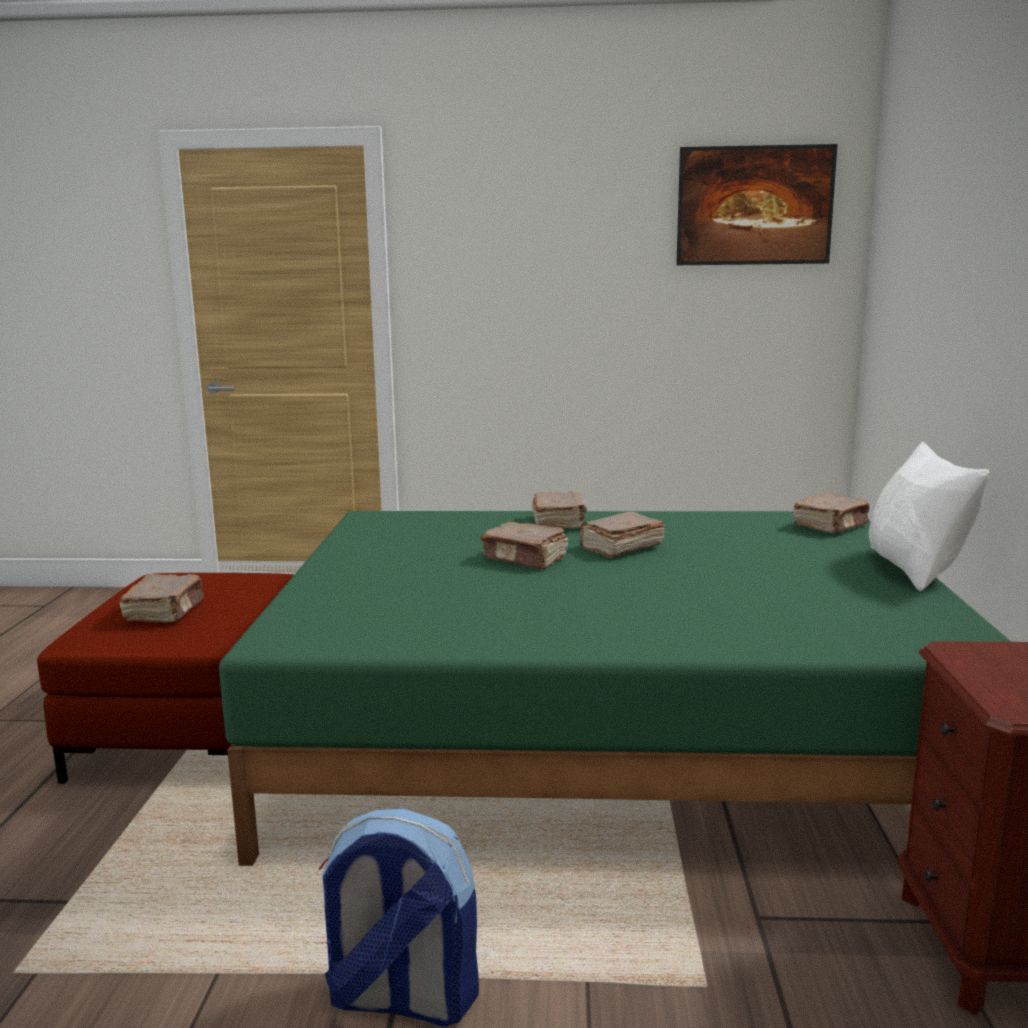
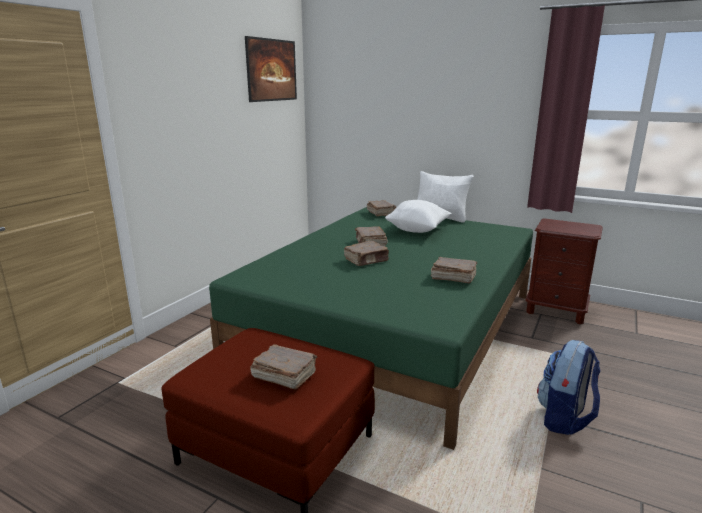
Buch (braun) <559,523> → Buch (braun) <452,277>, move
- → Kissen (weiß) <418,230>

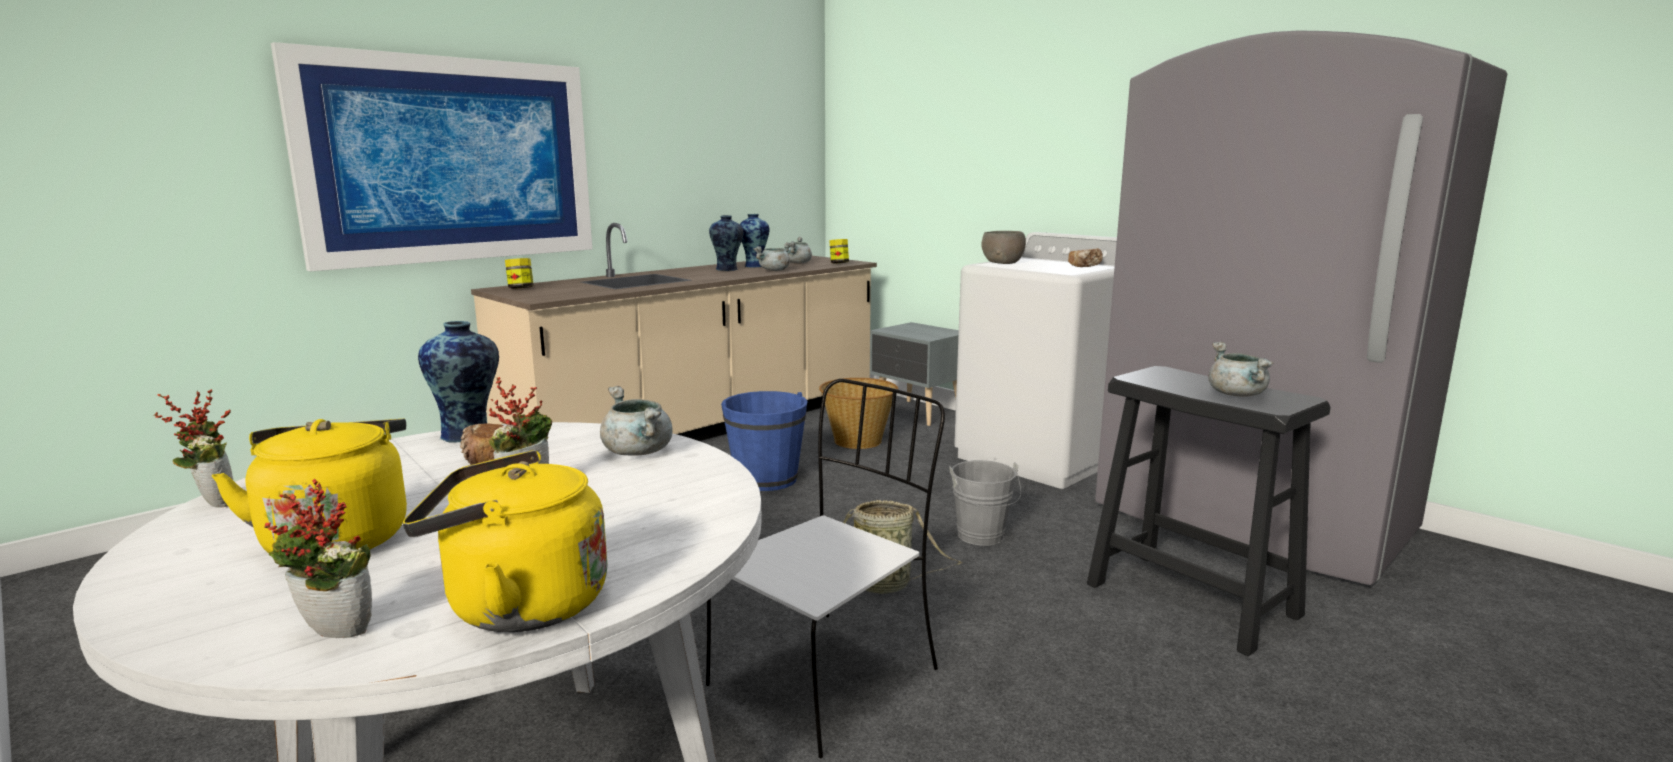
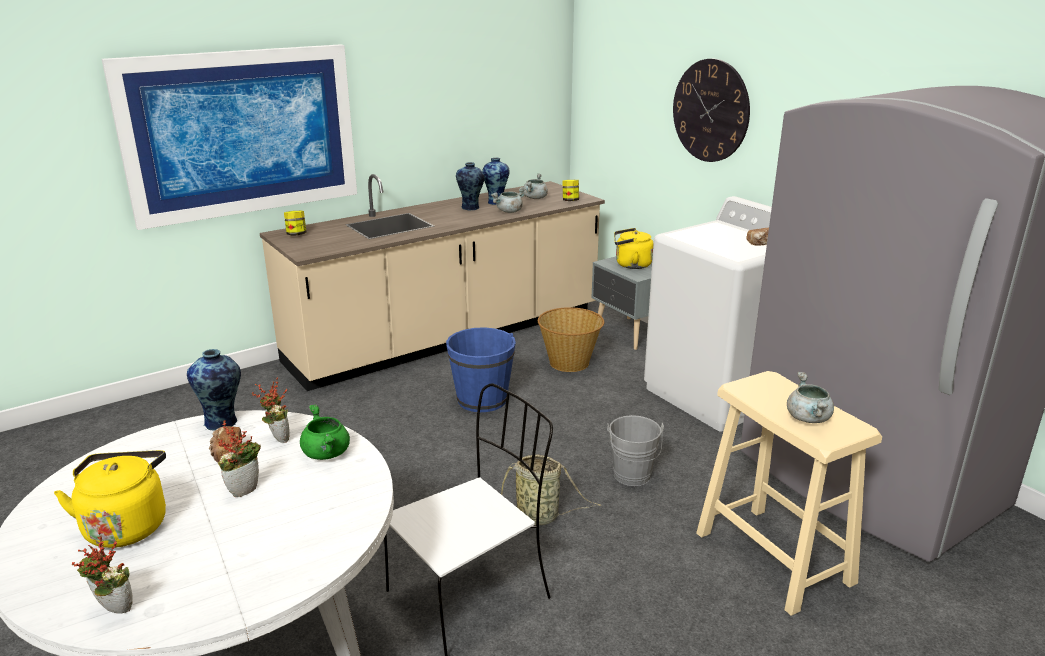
Topfpflanze <212,503> → Topfpflanze <277,438>, move
Wasserkessel (gelb) <518,606> → Wasserkessel (gelb) <631,265>, move
Kochtopf (grau) <639,452> → Kochtopf (grün) <327,454>
Schüssel (grau) <1002,262> → -
Hocker (schwarz) <1192,600> → Hocker (beige) <774,558>
- → Wanduhr <710,111>

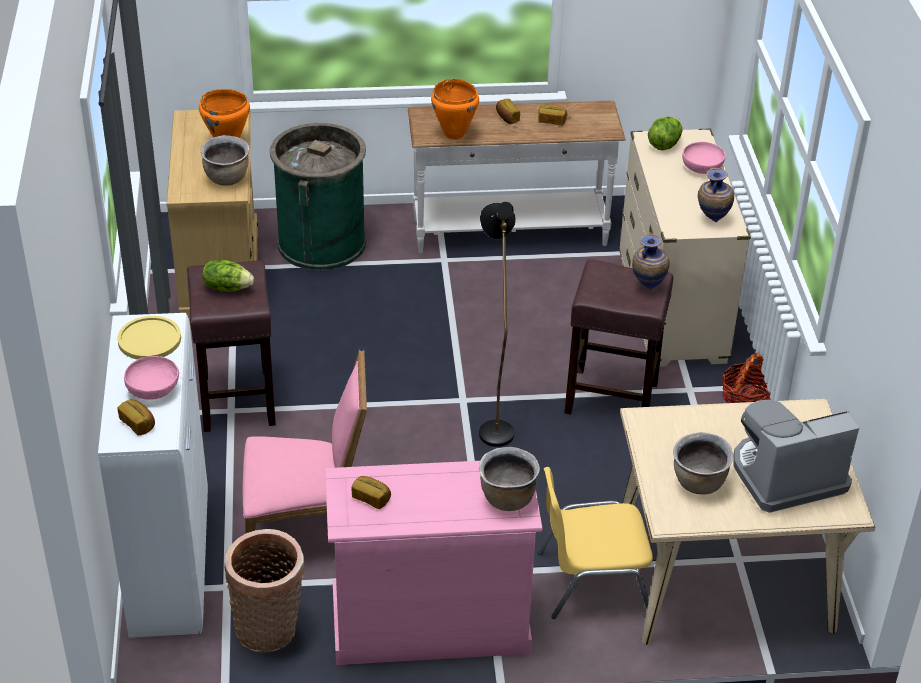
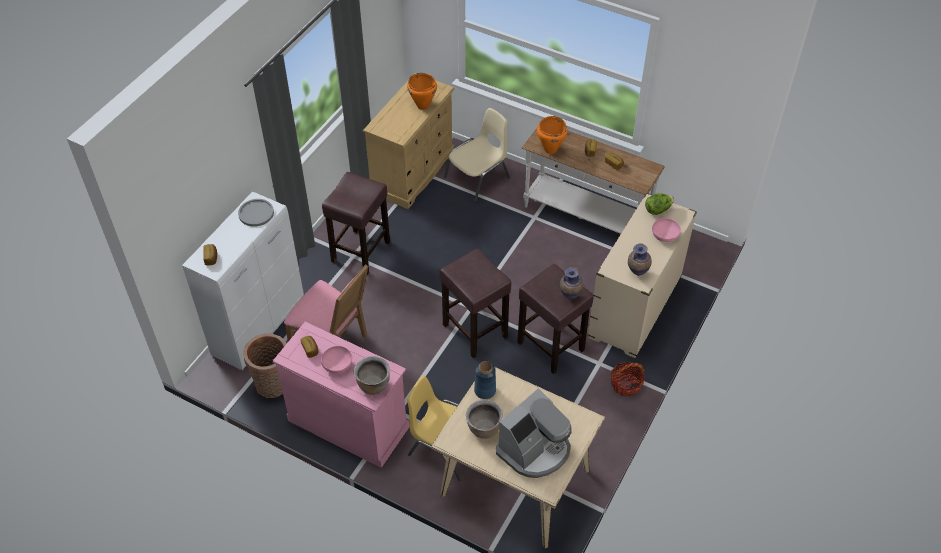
Teller (gelb) <149,339> → Teller (grau) <256,213>
Schüssel (rosa) <153,389> → Schüssel (rosa) <338,365>, move
Kochtopf (braun) <227,179> → -
Salatkopf <227,287> → -
Mülleimer (grün) <322,243> → Stuhl (beige) <478,177>
Stehlampe (schwarz) <493,425> → Hocker (braun) <474,330>
Kaffeemaschine <786,475> → Kaffeemaschine <535,450>, 120 degrees clockwise
- → Vase (blau) <484,390>

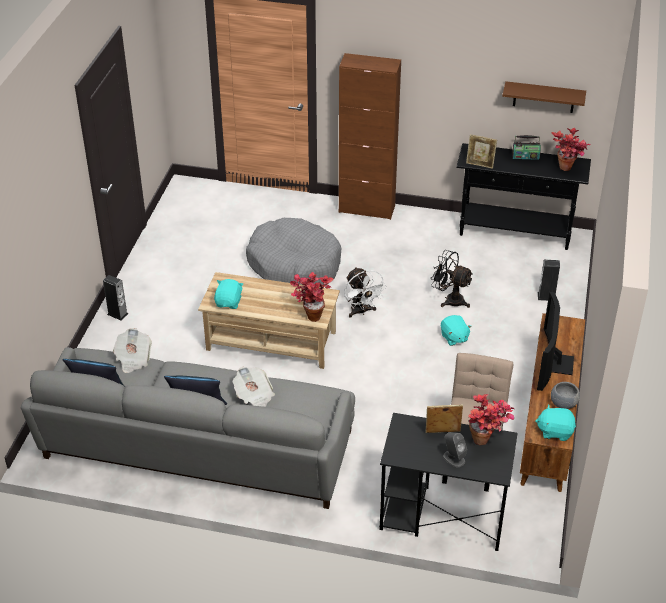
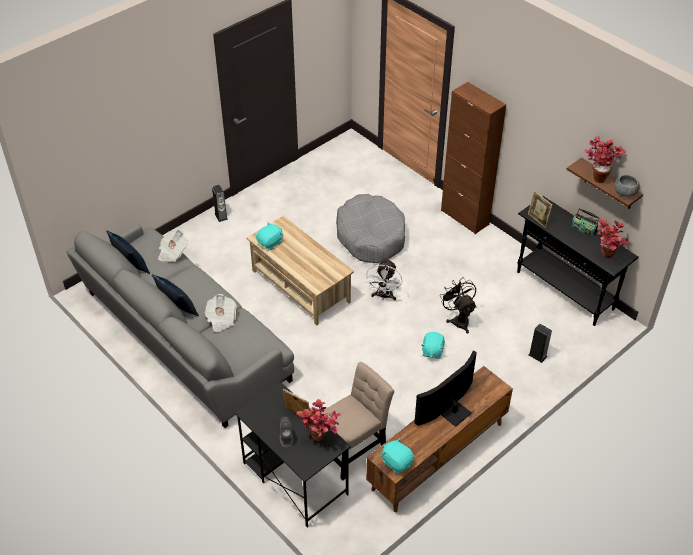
Topfpflanze <310,315> → Topfpflanze <597,176>, move
Schüssel (grau) <563,403> → Schüssel (grau) <624,193>, move

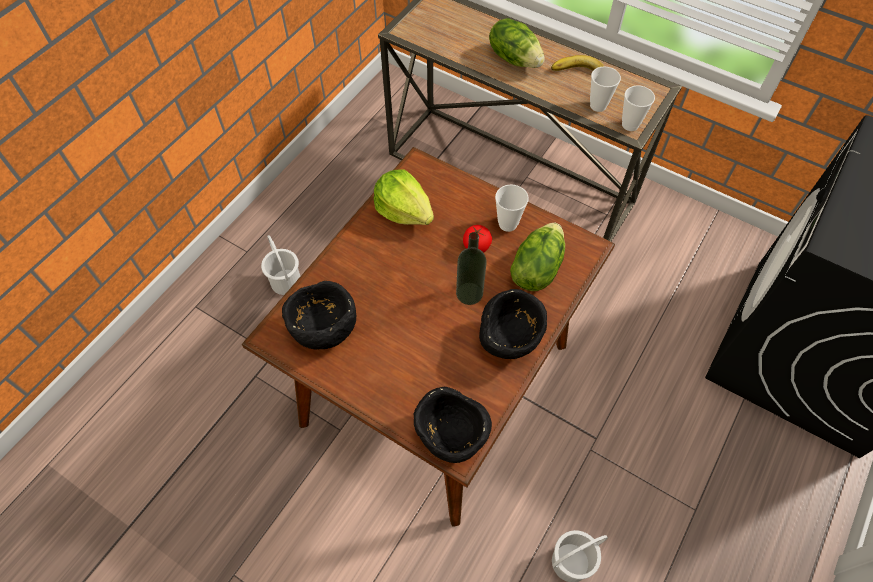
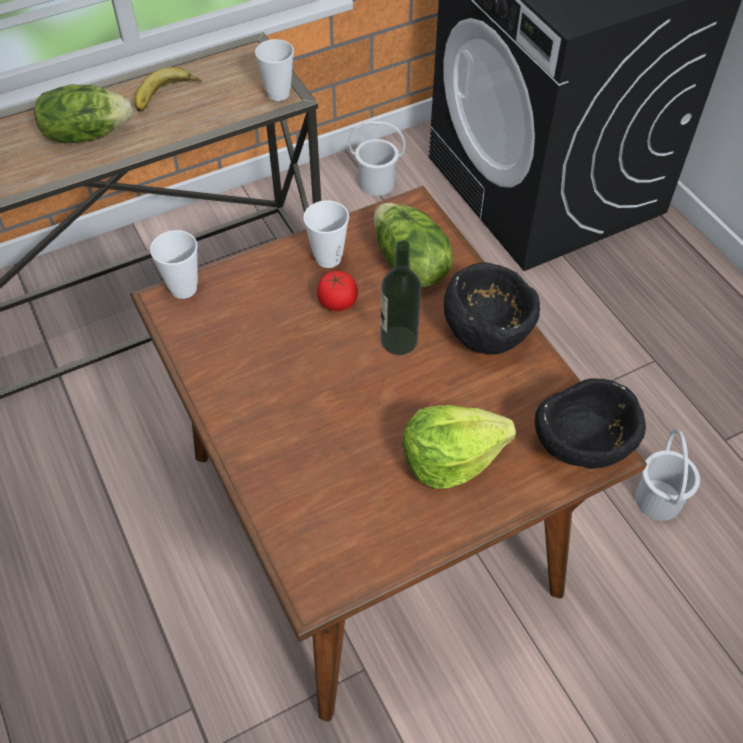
Eimer (weiß) <286,281> → Eimer (weiß) <376,182>, move
Schüssel (schwarz) <324,329> → -
Salatkopf <404,210> → Salatkopf <450,458>, move
Tasse <598,105> → Tasse <183,288>, move

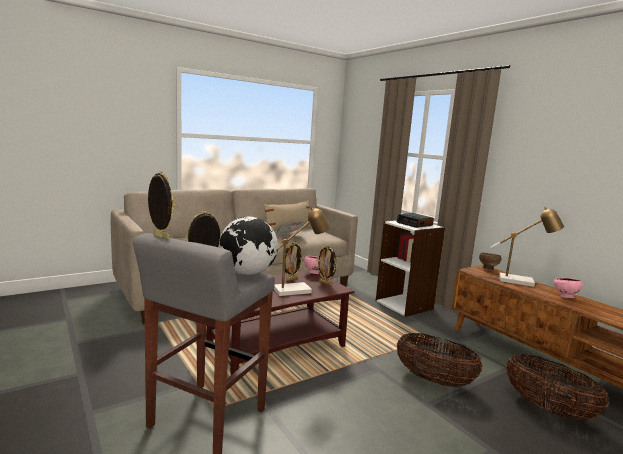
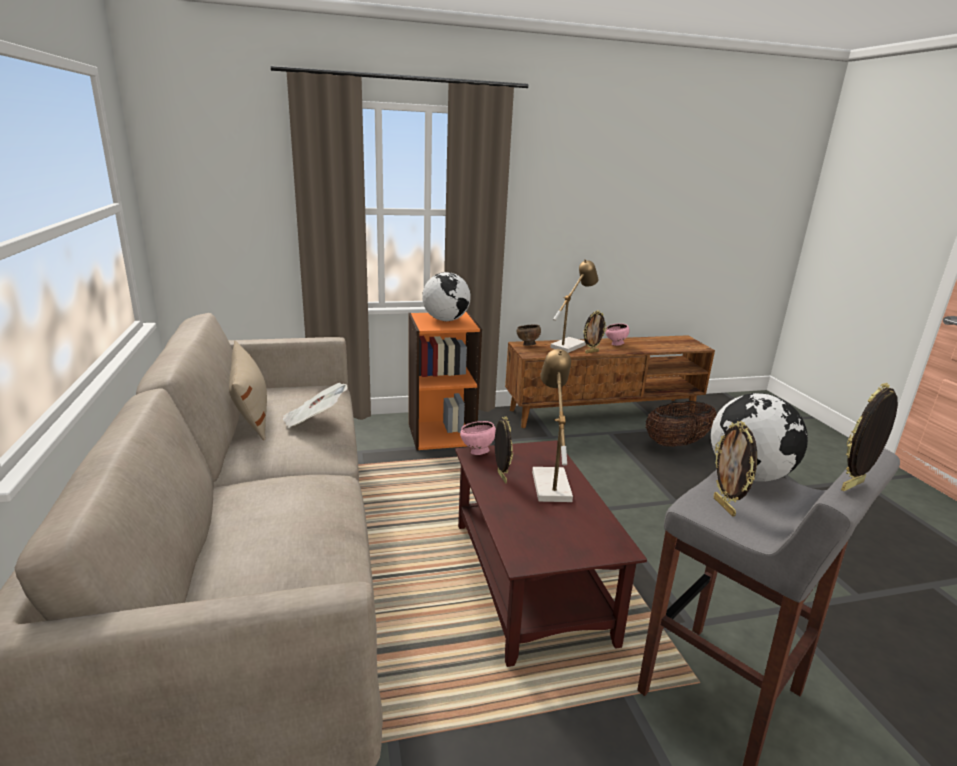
Bilderrahmen <325,283> → Bilderrahmen <591,352>, move
Bücherregal (weiß) <404,305> → Bücherregal (orange) <441,434>
Wecker <415,224> → Globus <445,320>
Korb <434,380> → -

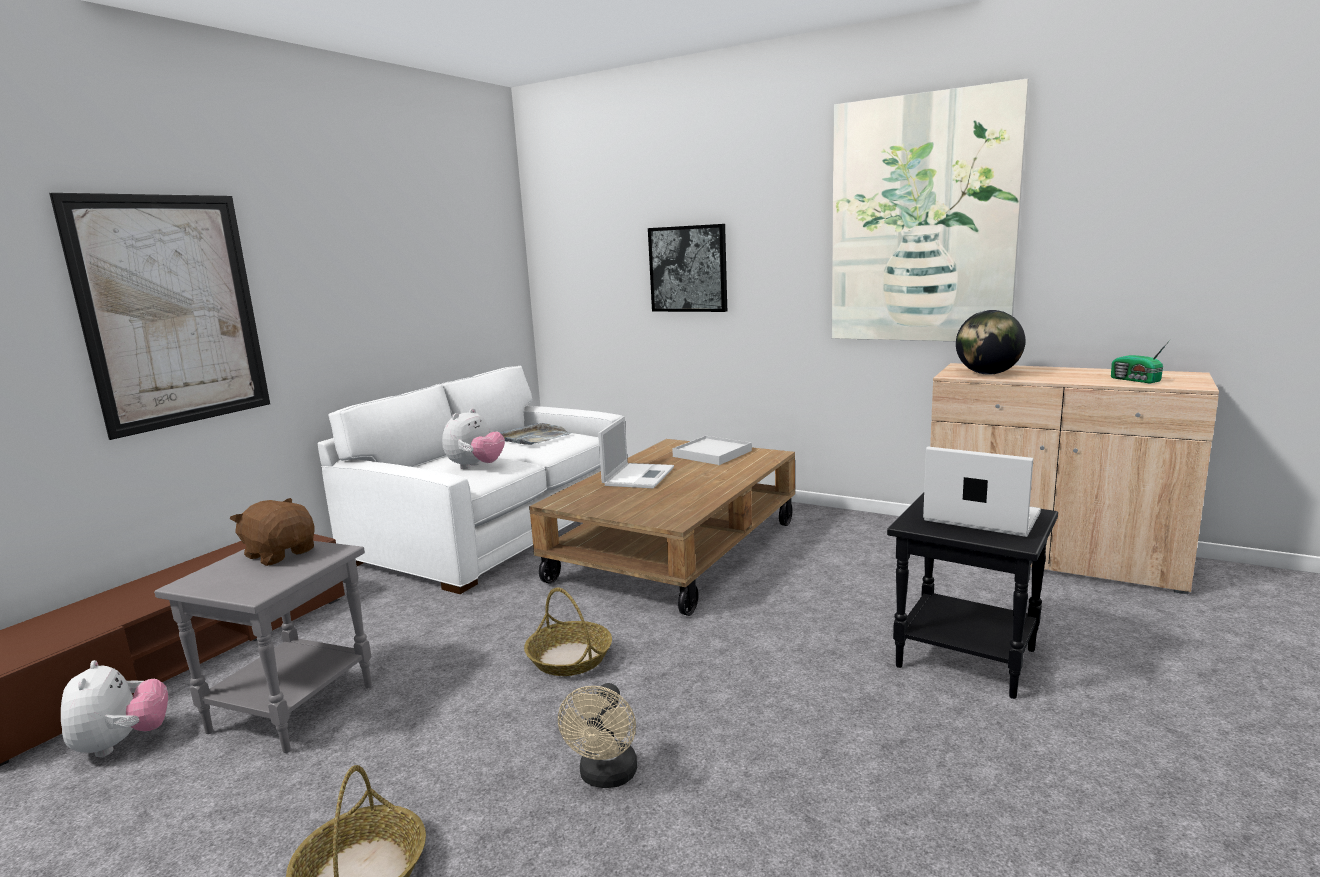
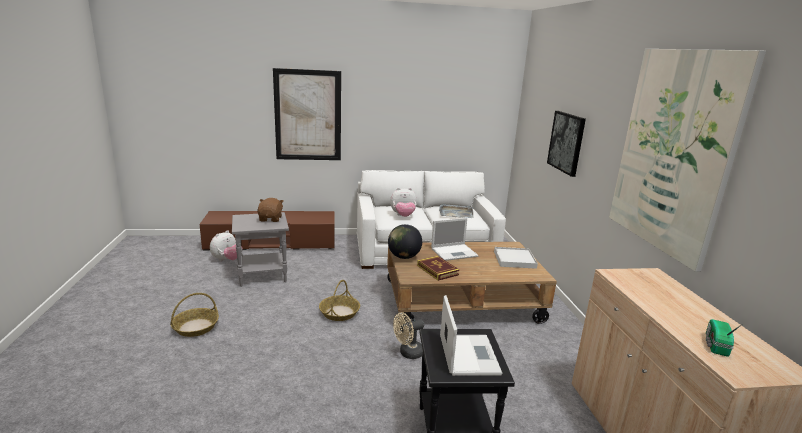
Ventilator (beige) <606,777> → Ventilator (beige) <408,353>, move
Globus <988,374> → Globus <404,257>, move
- → Buch <437,270>

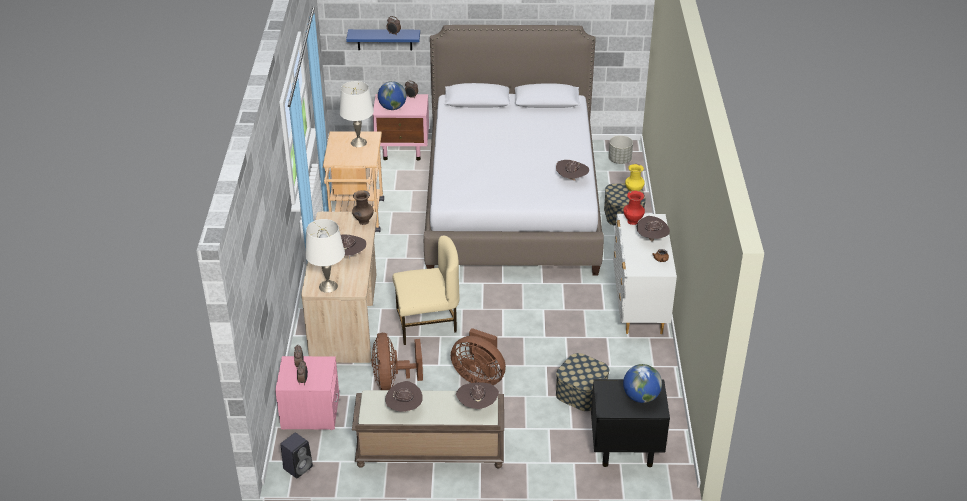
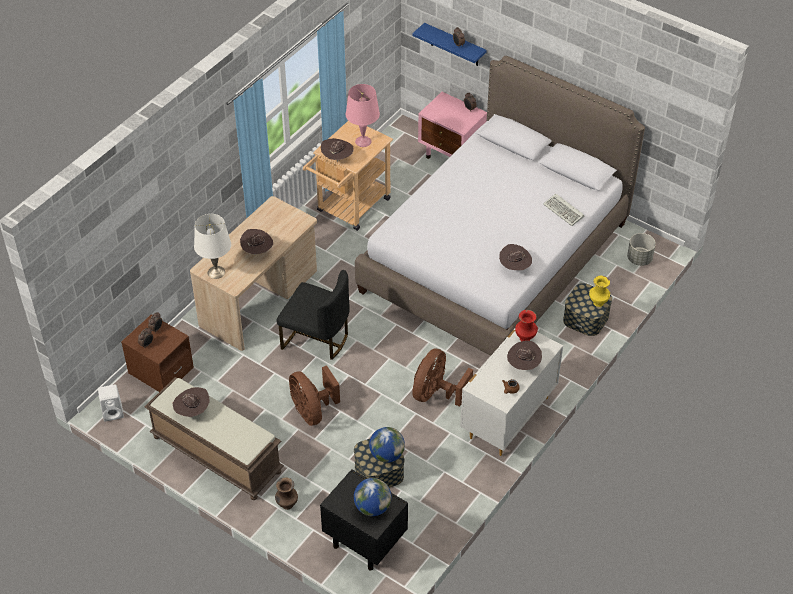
Nachttisch (rosa) <310,412> → Nachttisch (braun) <161,371>
Lautsprecher (schwarz) <298,467> → Lautsprecher (weiß) <113,412>
Tischlampe (weiß) <358,142> → Tischlampe (rosa) <363,141>
Vase (braun) <363,222> → Vase (braun) <287,505>, move
Ventilator (braun) <393,381> → Ventilator (braun) <436,393>, move
Globus <392,108> → Globus <387,455>, move
Stuhl (beige) <427,323> → Stuhl (schwarz) <316,339>
Hut (braun) <477,405> → Hut (braun) <337,158>, move
- → Tastatur <564,211>

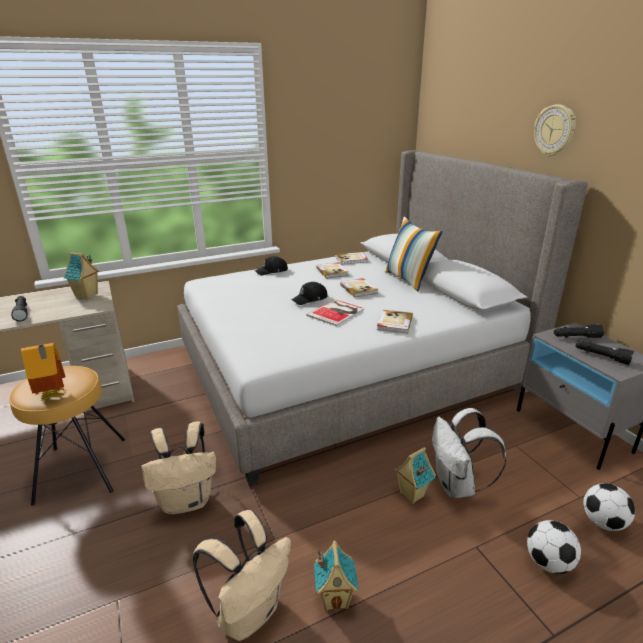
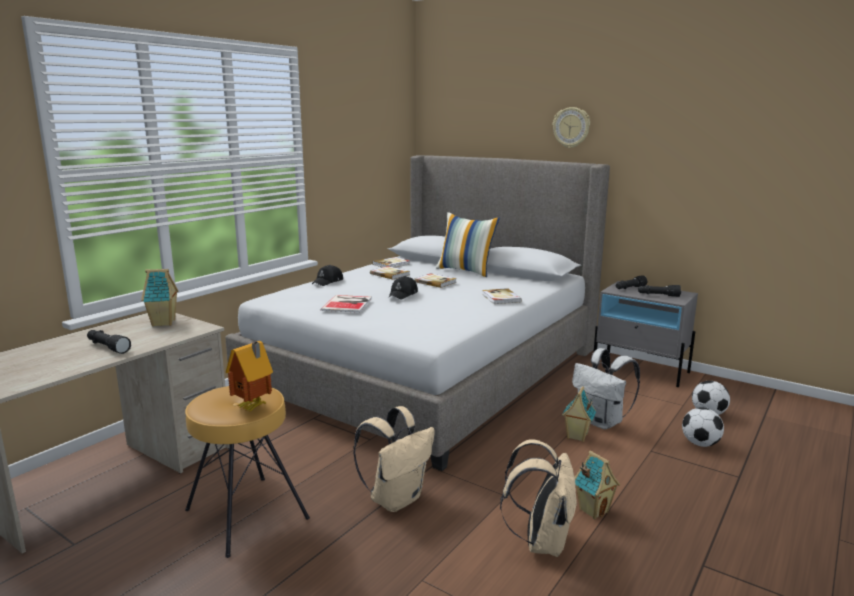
Buch <337,312> → Buch <348,304>, move

